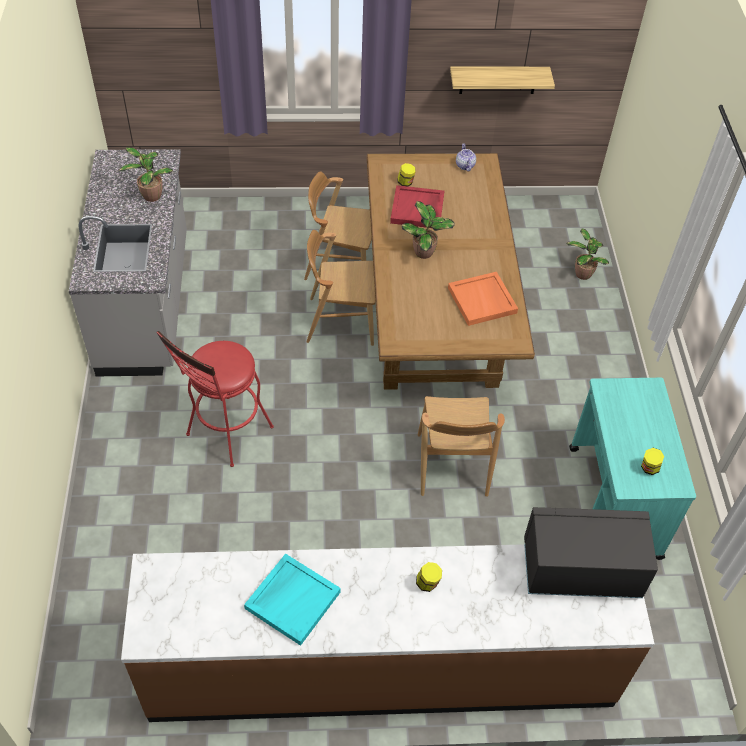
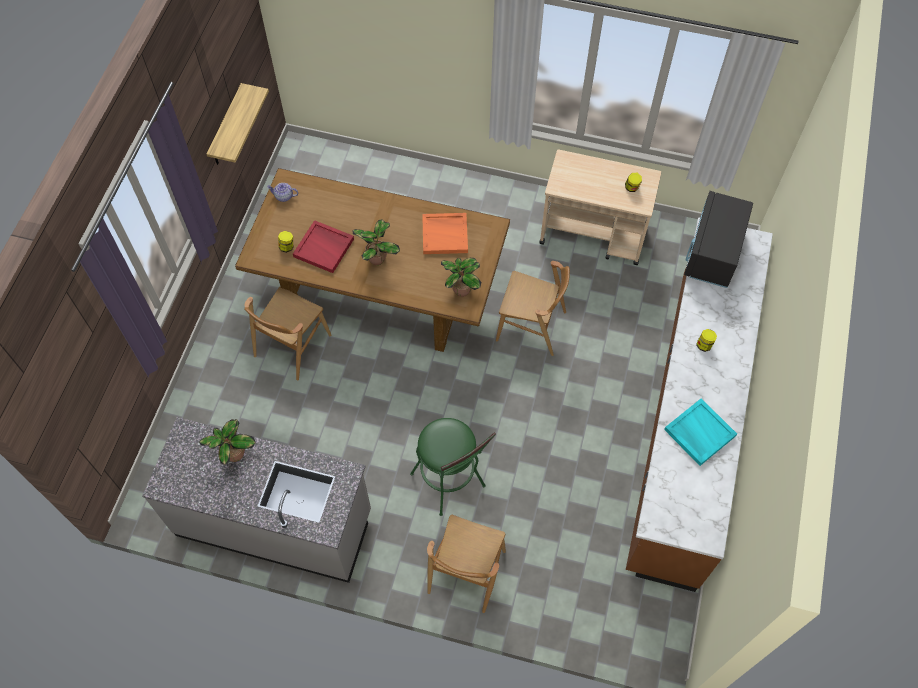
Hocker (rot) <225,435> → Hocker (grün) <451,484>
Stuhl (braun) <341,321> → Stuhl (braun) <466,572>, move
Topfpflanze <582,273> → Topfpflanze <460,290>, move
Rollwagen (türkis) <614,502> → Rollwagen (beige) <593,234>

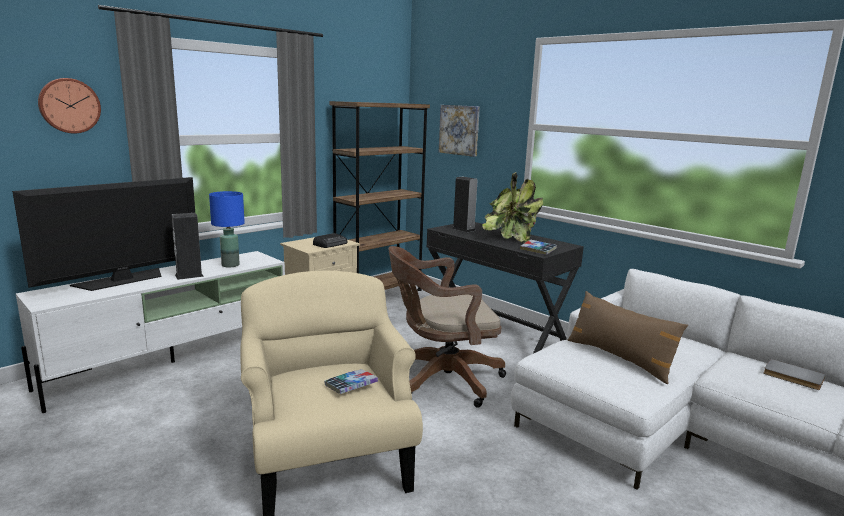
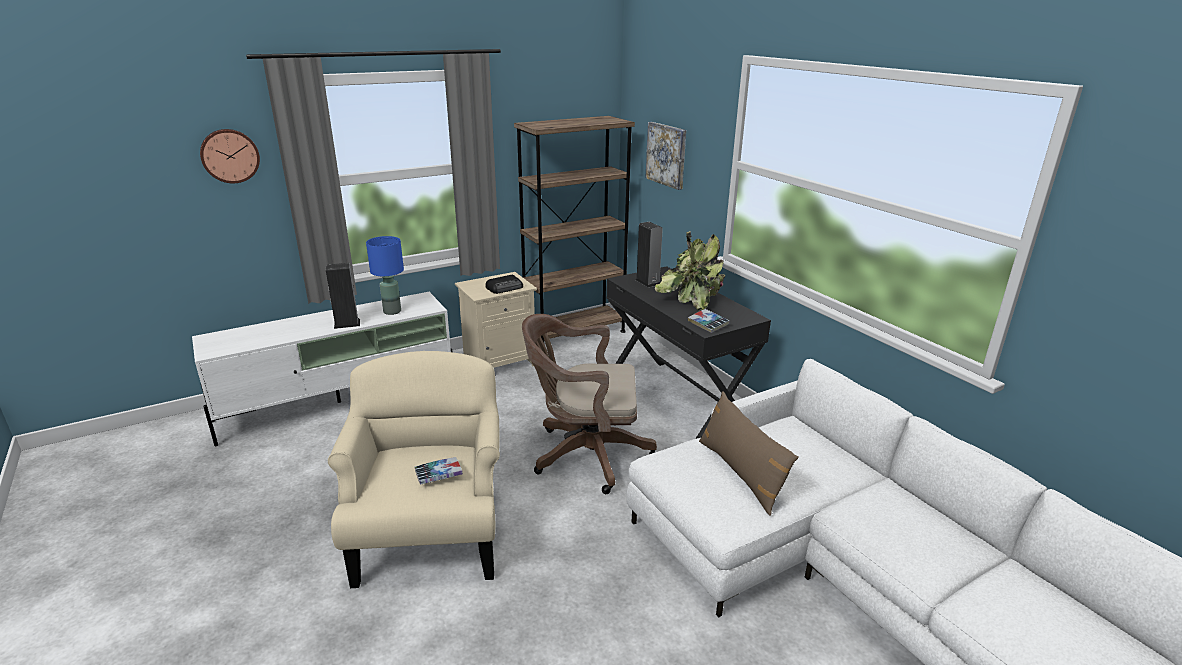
Fernseher <122,280> → -
Buch (grau) <793,377> → -

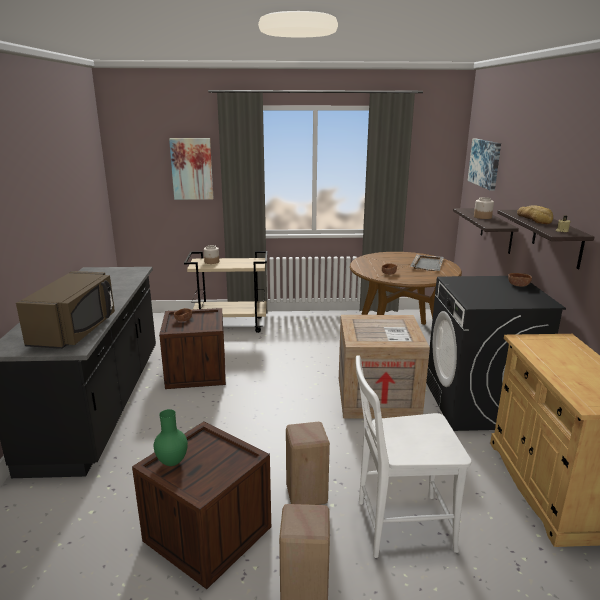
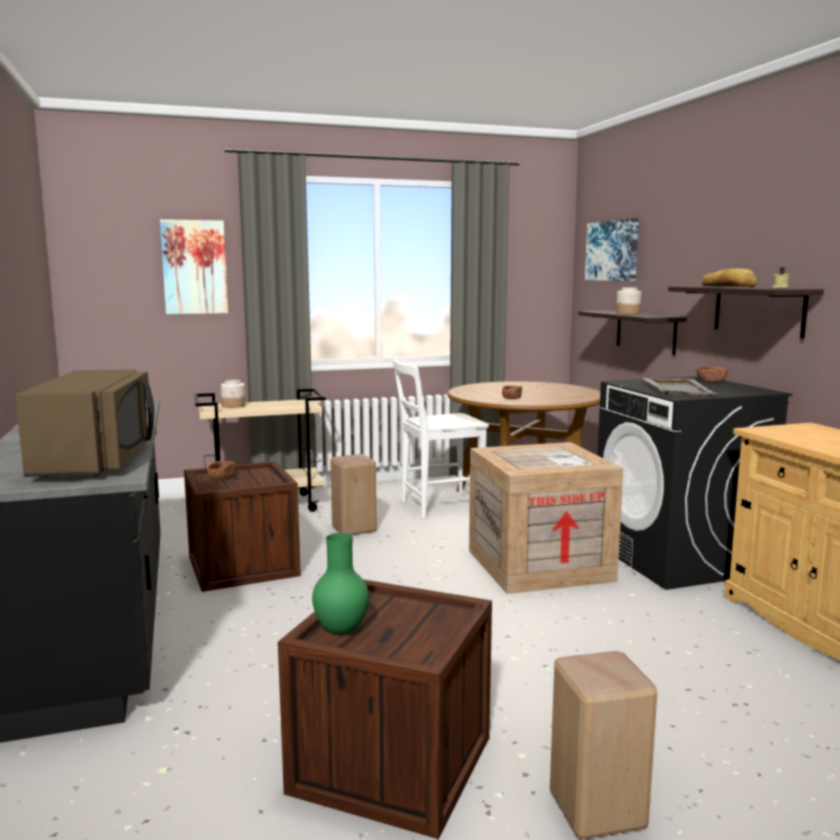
Hocker (beige) <307,493> → Hocker (beige) <354,529>, move
Stuhl (weiß) <399,525> → Stuhl (weiß) <438,506>, move
Tablett (grau) <427,264> → Tablett (grau) <677,389>, move

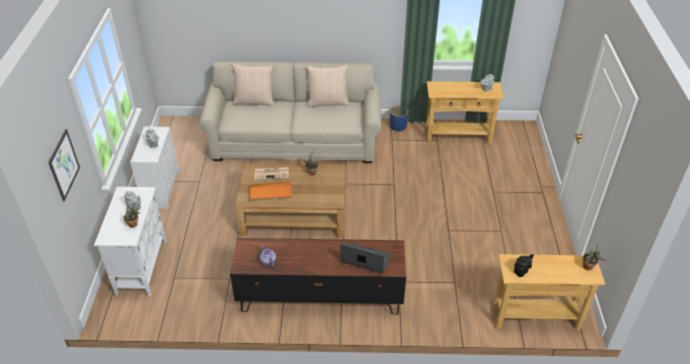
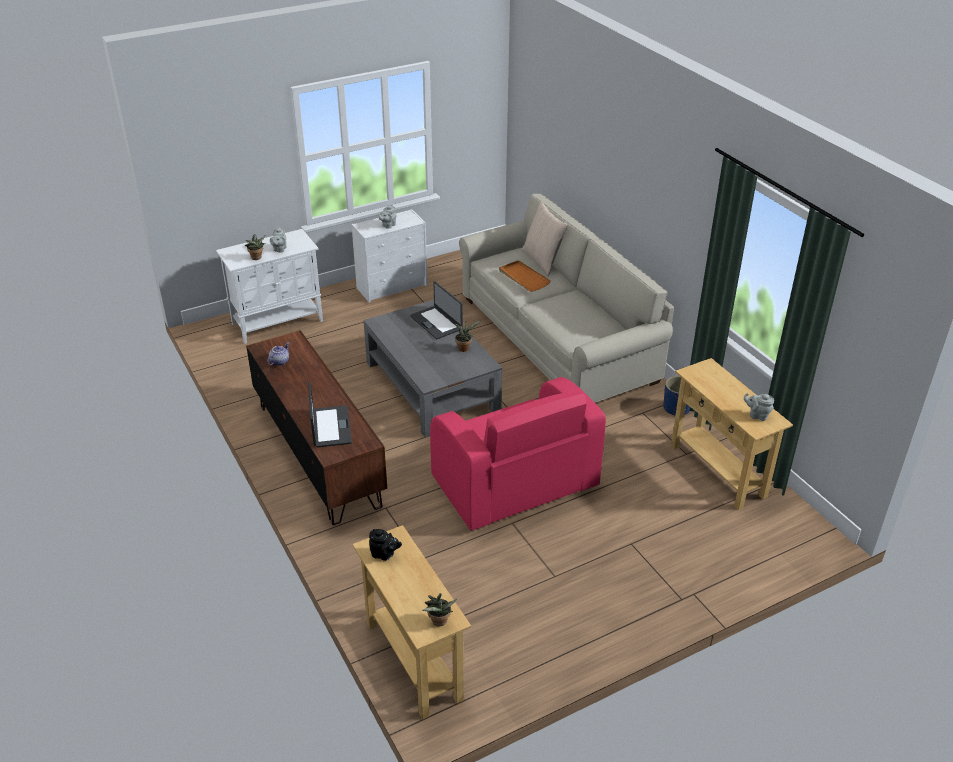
Bild <64,165> → -
Couchtisch (braun) <294,214> → Couchtisch (grau) <432,386>
Tablett (orange) <270,193> → Tablett (orange) <523,278>, move
Zeitung <272,173> → Laptop <436,322>
Kissen (beige) <328,102> → -
- → Sessel (rosa) <514,484>

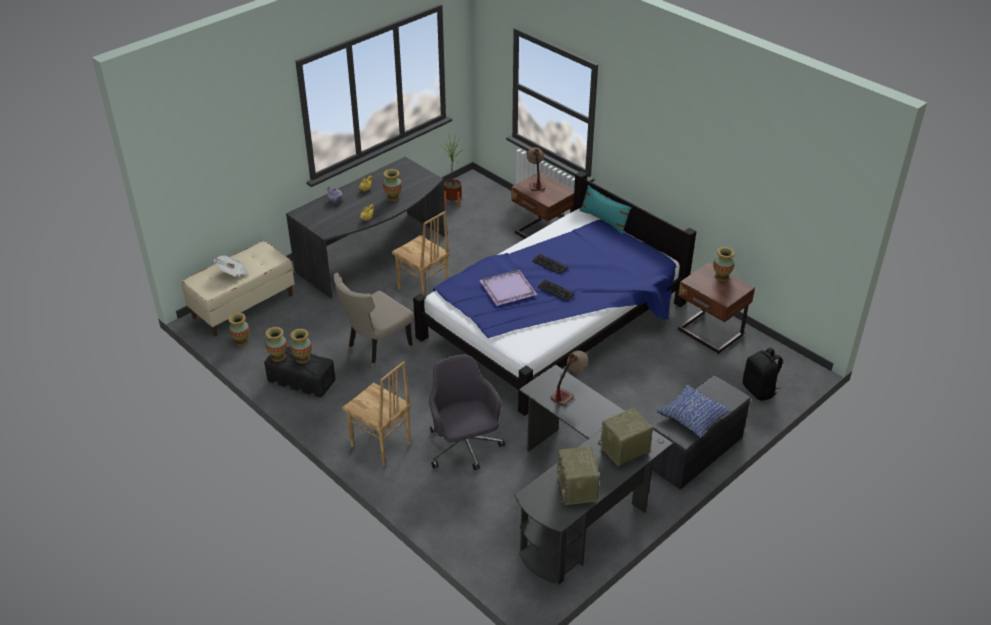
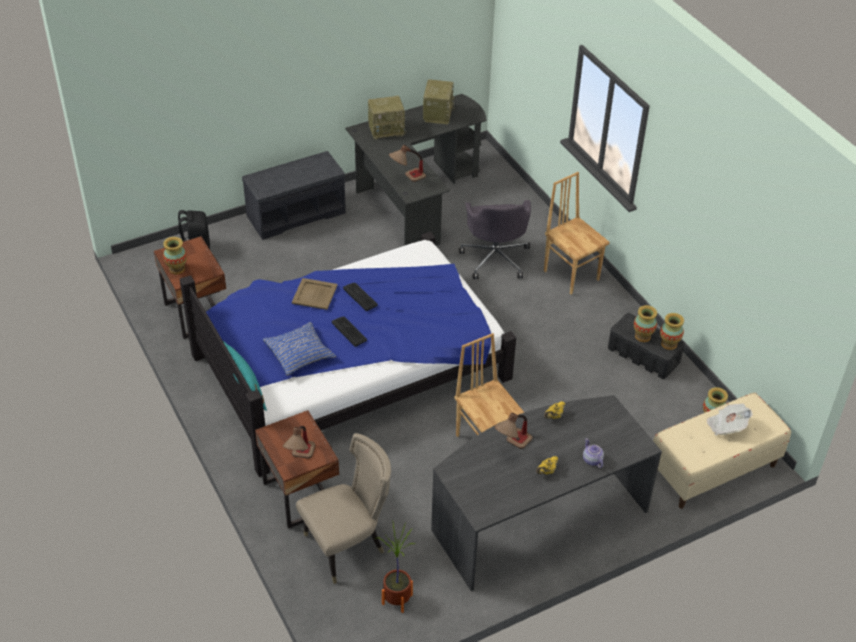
Stuhl (beige) <376,351> → Stuhl (beige) <348,546>, move
Vase <393,197> → Tischlampe <512,447>
Tablett (lila) <509,289> → -
Kissen (blau) <692,416> → Kissen (blau) <299,353>, move
- → Tablett (beige) <315,294>

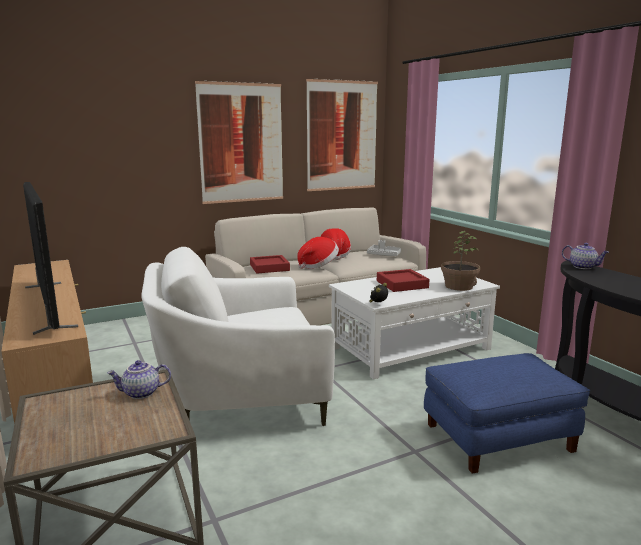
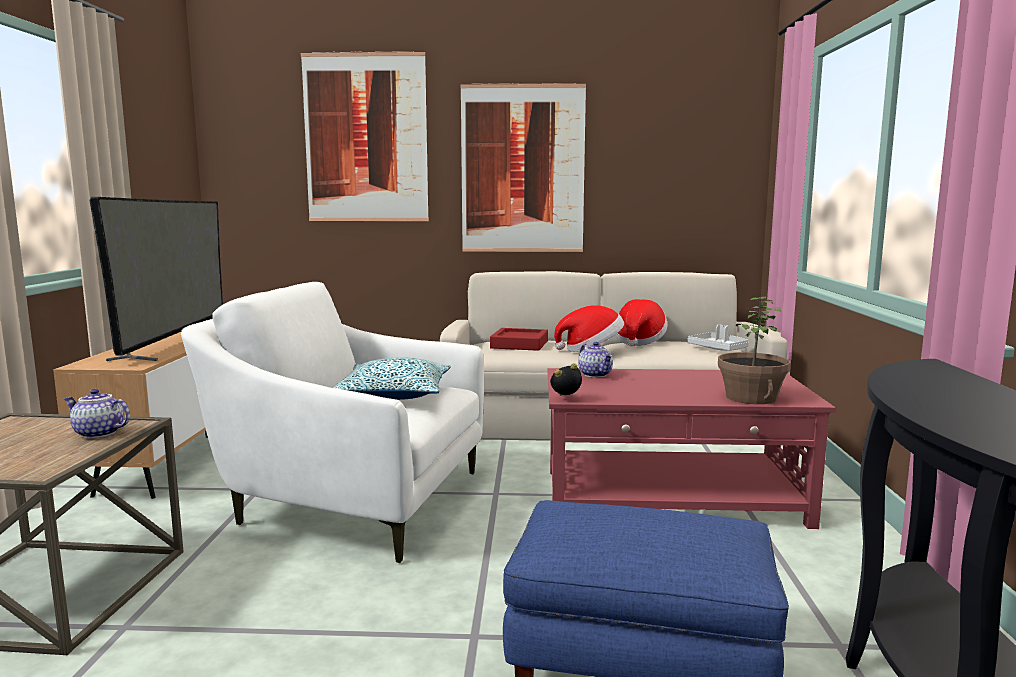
Bild <342,135> → Bild <366,138>, move
Couchtisch (weiß) <411,348> → Couchtisch (rot) <673,497>
Tablett (rot) <402,284> → -
Teekanne <583,267> → Teekanne <596,375>, move
- → Kissen <394,394>

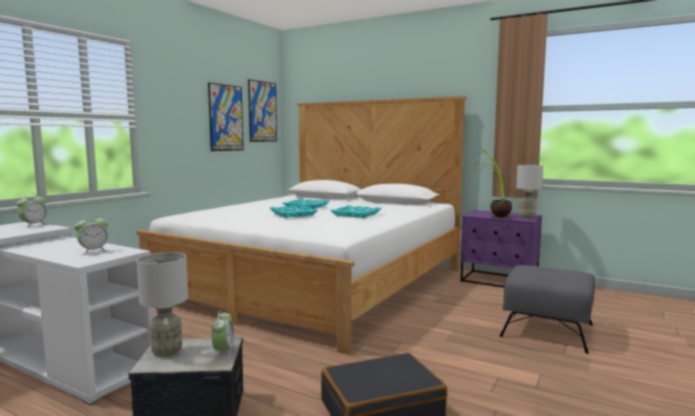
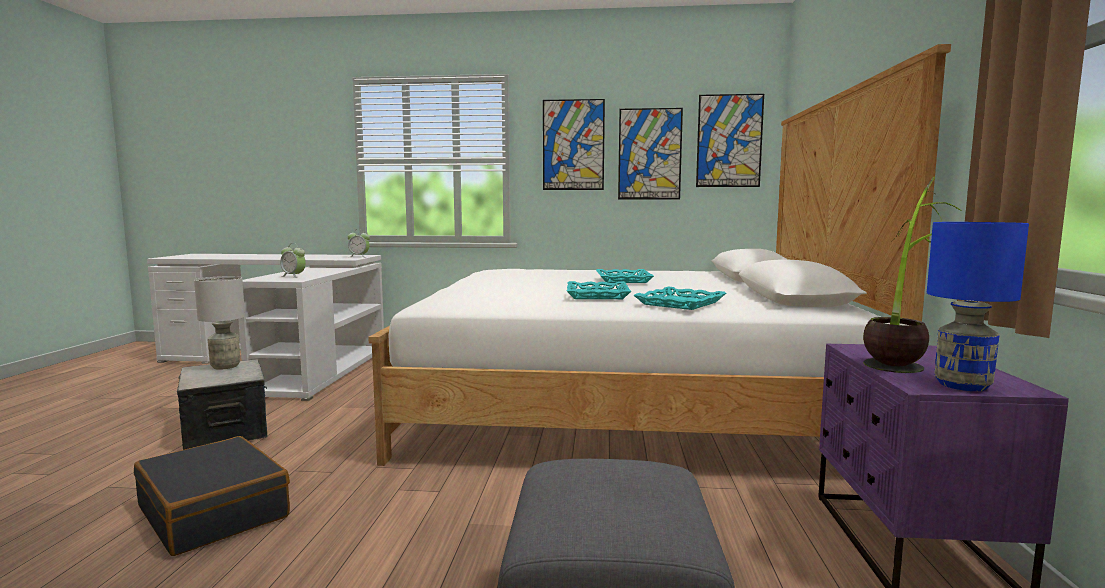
Wecker <223,352> → -
Tablett (türkis) <293,214> → Tablett (türkis) <680,303>, move
Tischlampe (grau) <527,217> → Tischlampe (blau) <963,385>
- → Bild <573,145>

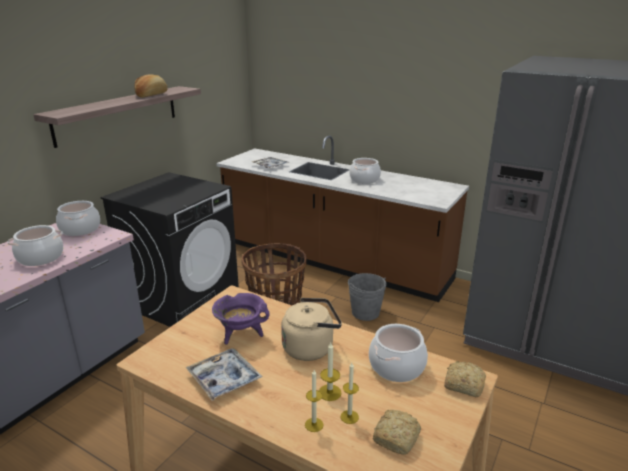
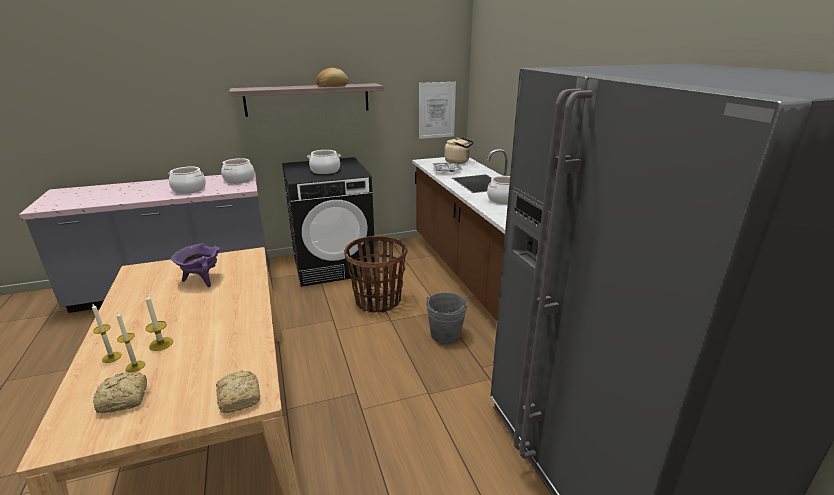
Tablett <224,379> → -
Wasserkessel (beige) <311,347> → Wasserkessel (beige) <458,162>, move
Kochtopf <396,366> → Kochtopf <325,171>, move
- → Bild <436,110>

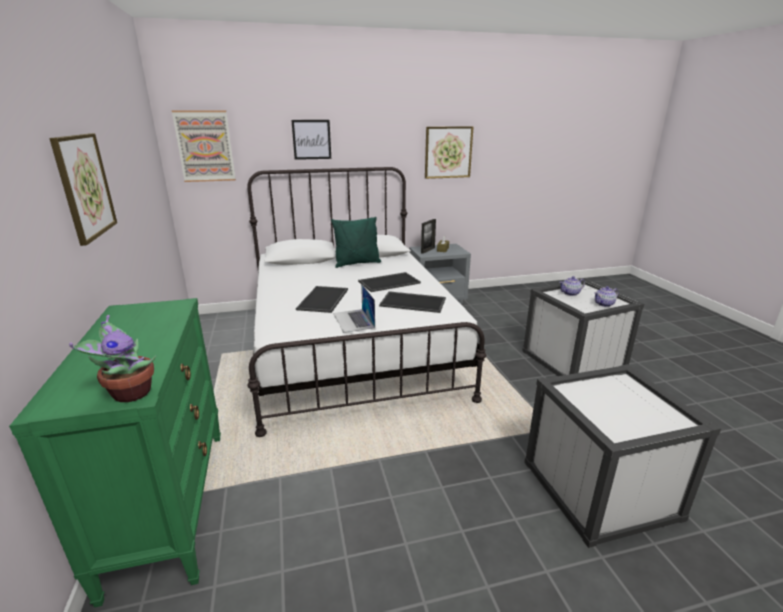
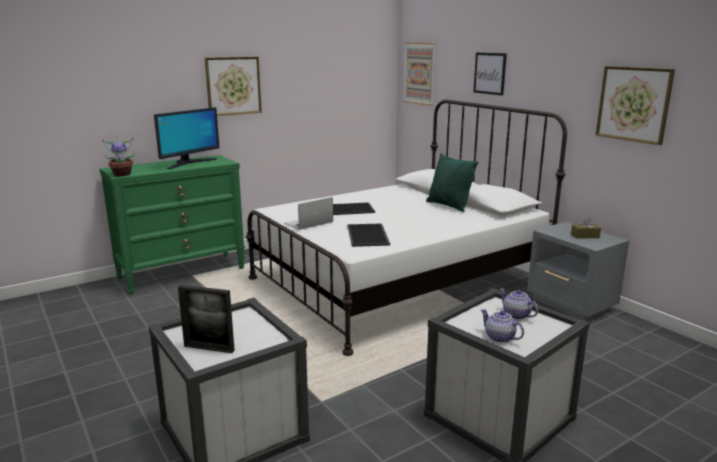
Tablett <389,282> → -
Bilderrahmen <428,250> → Bilderrahmen <209,348>, move
- → Monitor <189,163>

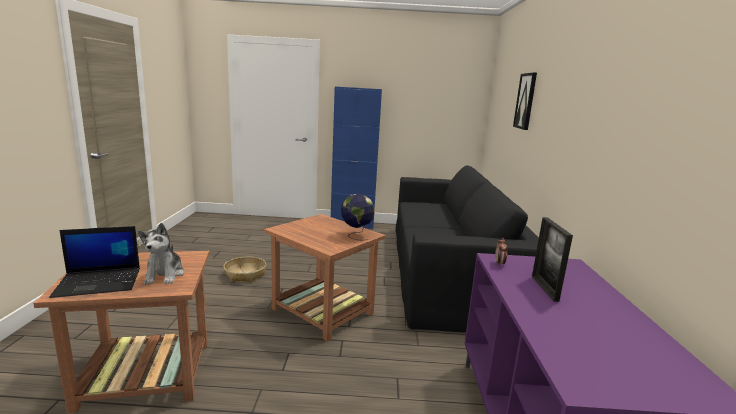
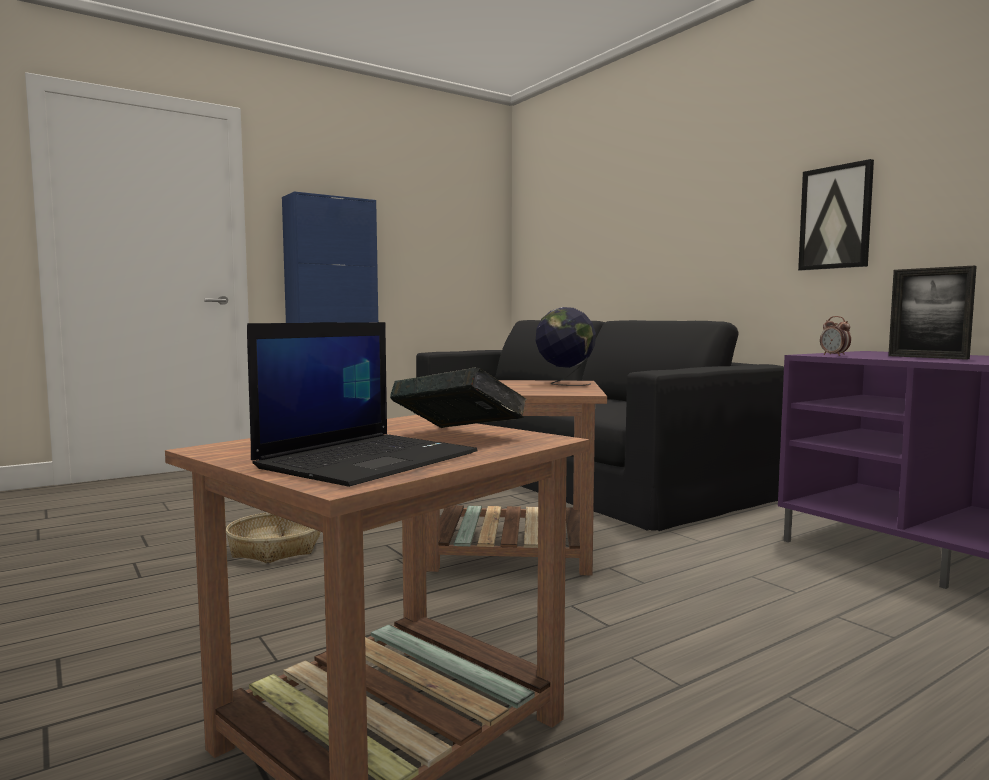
Plüschtier <165,275> → Buch <458,436>
Bild <525,101> → Bild <836,217>, move

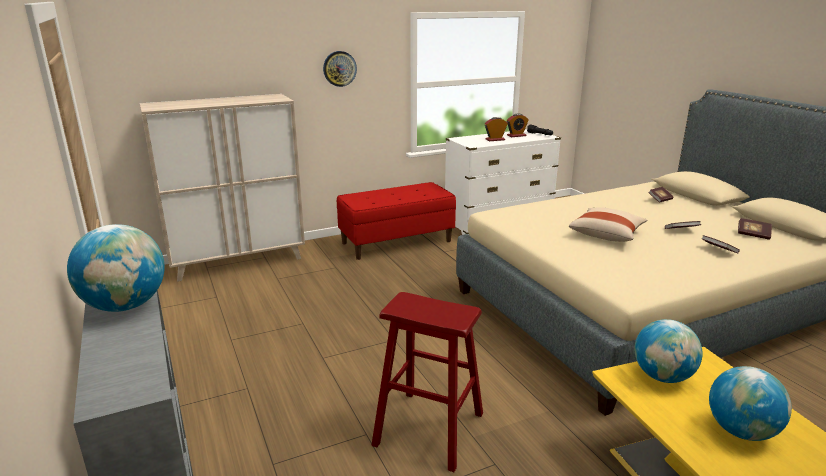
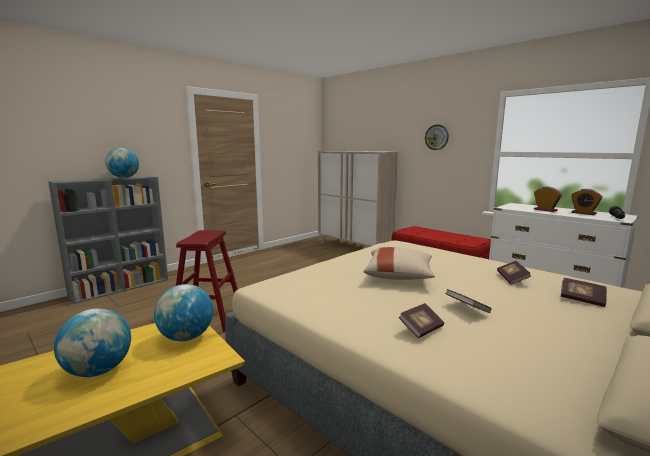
Buch <753,235> → Buch <512,279>, move

